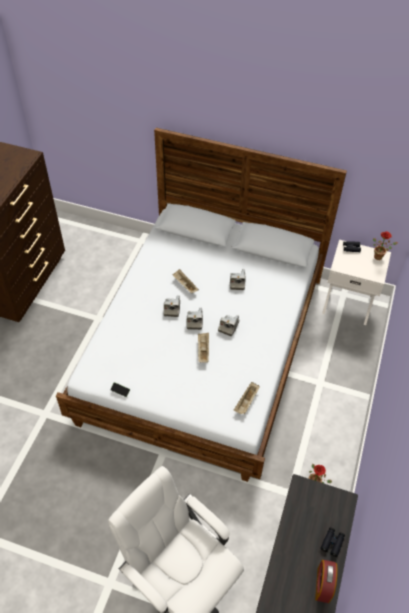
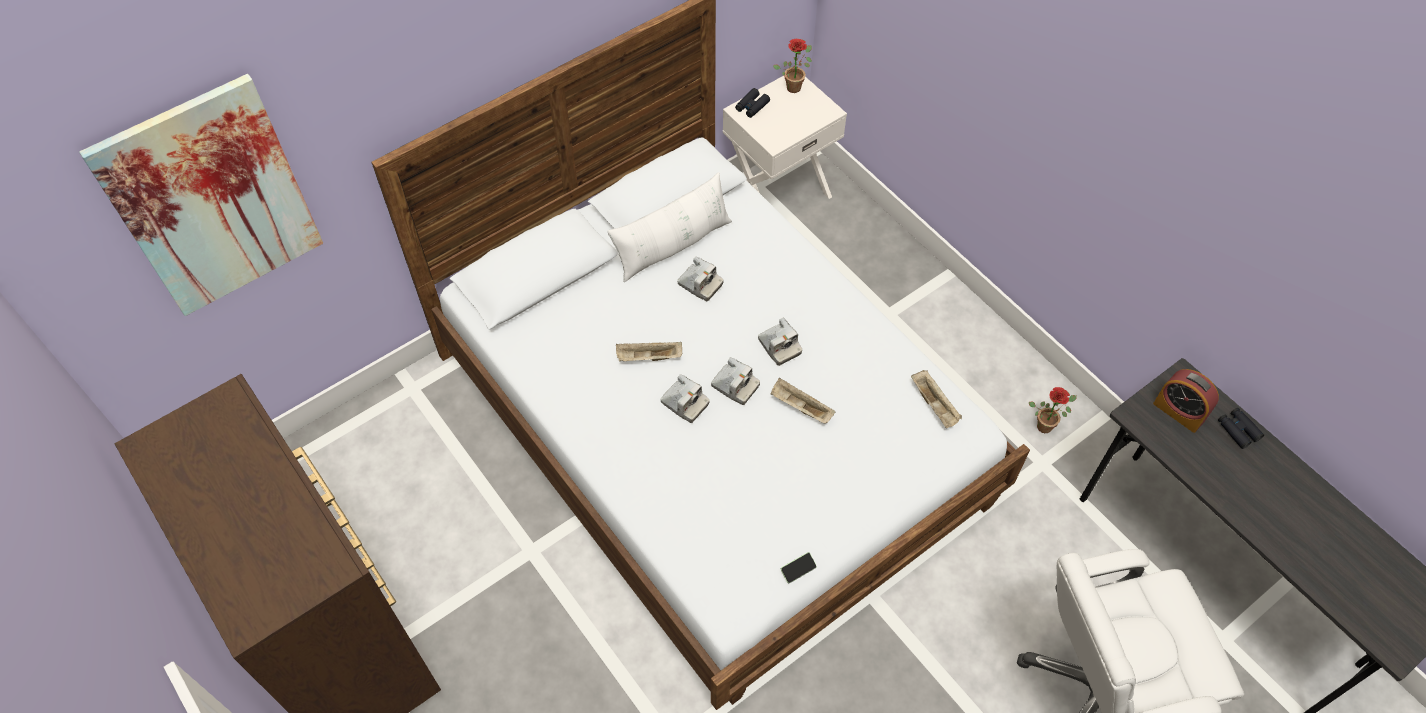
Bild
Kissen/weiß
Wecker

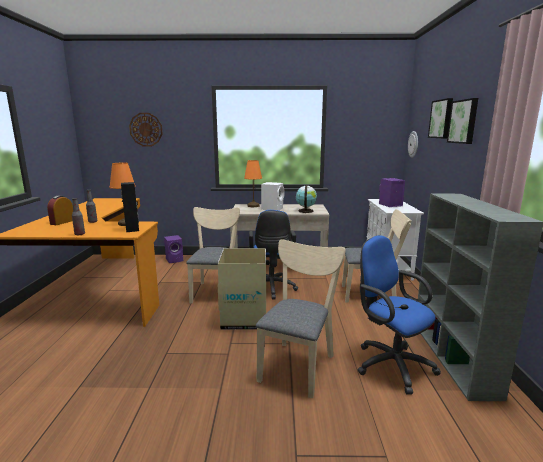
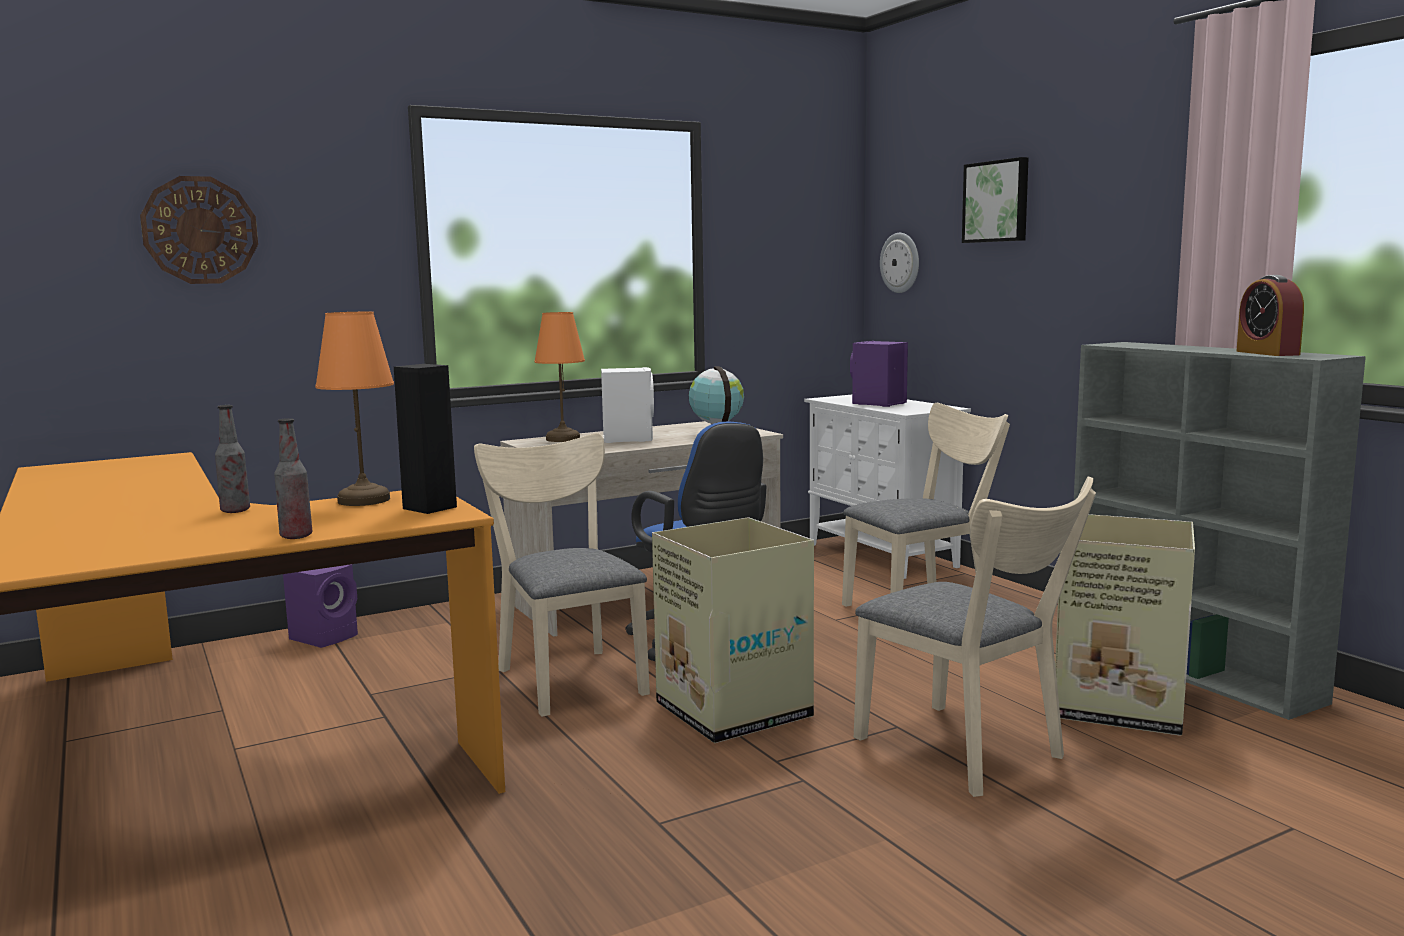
Stuhl/beige (no. 3 from left)
Karton (no. 2 from left)
Wecker
Bild (no. 2 from left in the first image)

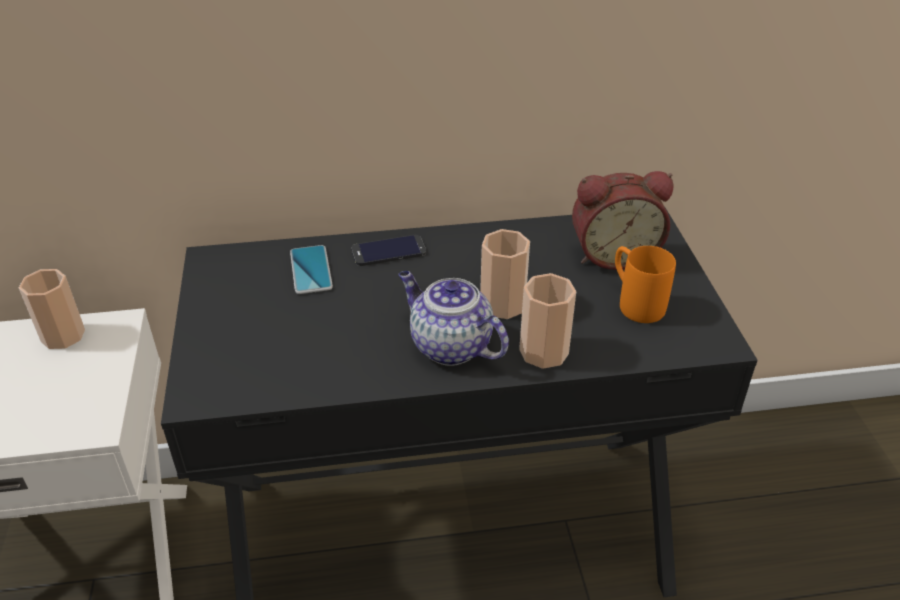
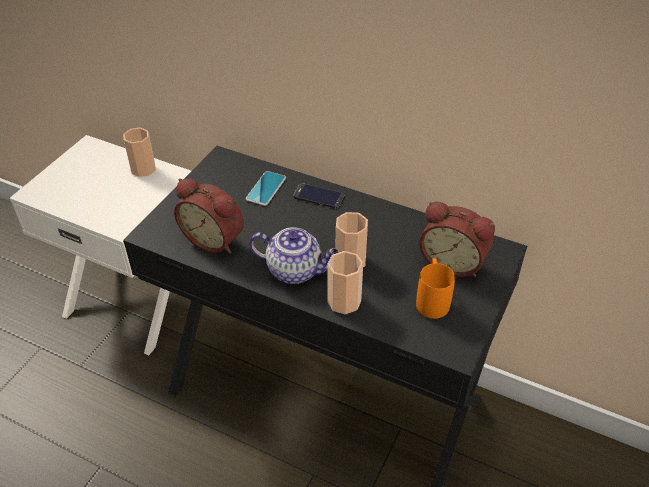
Wecker (no. 1 from left)
Teekanne

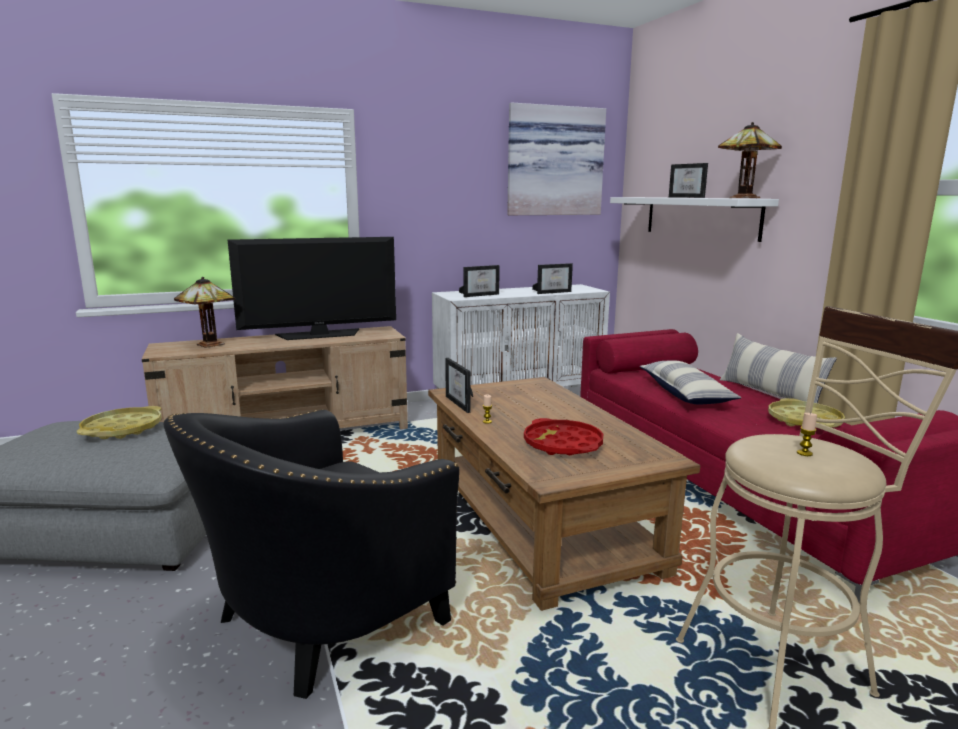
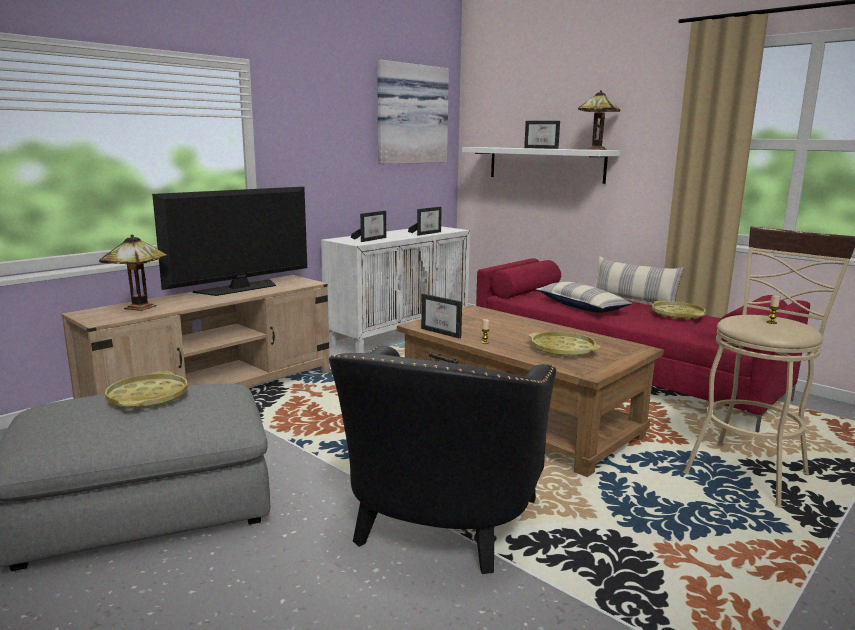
Tablett/gelb (no. 2 from left)

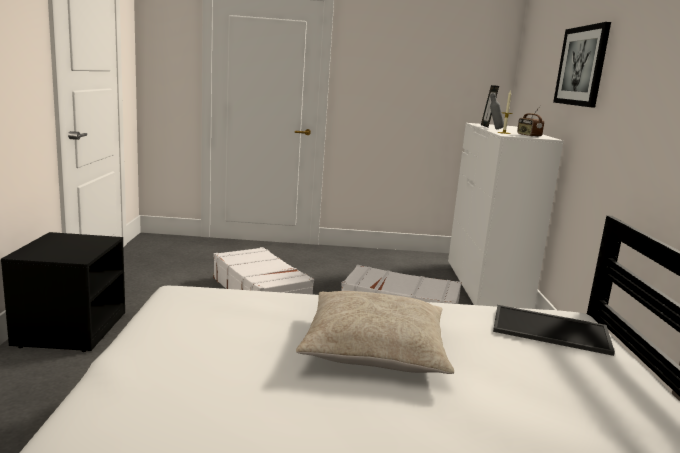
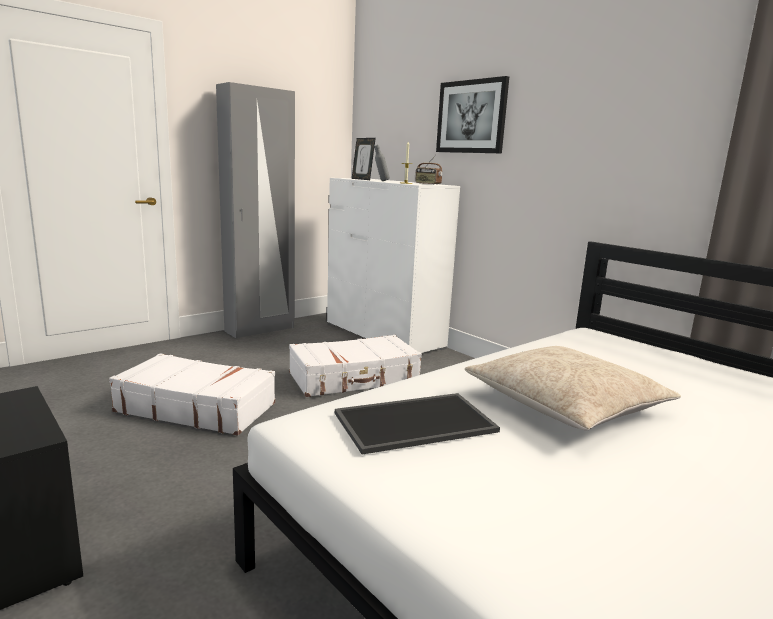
Kleiderschrank/grau
Tablett

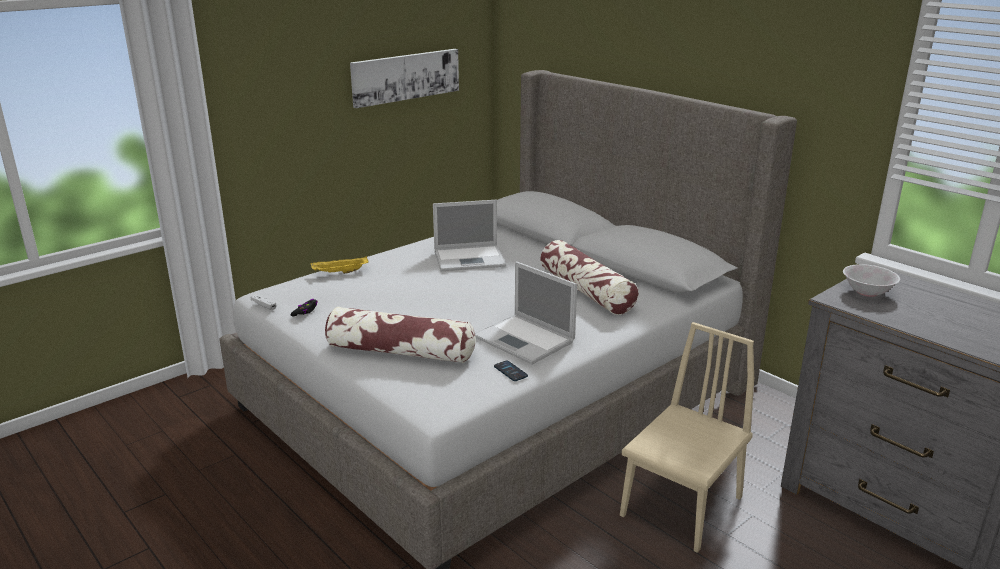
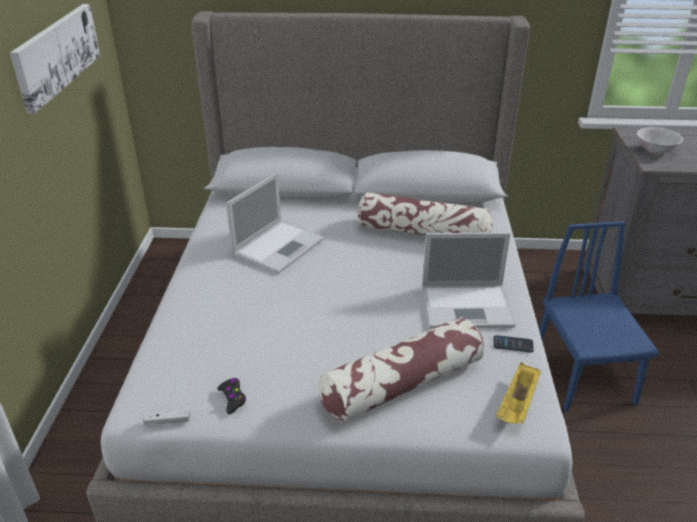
Tablett/gelb
Stuhl/blau

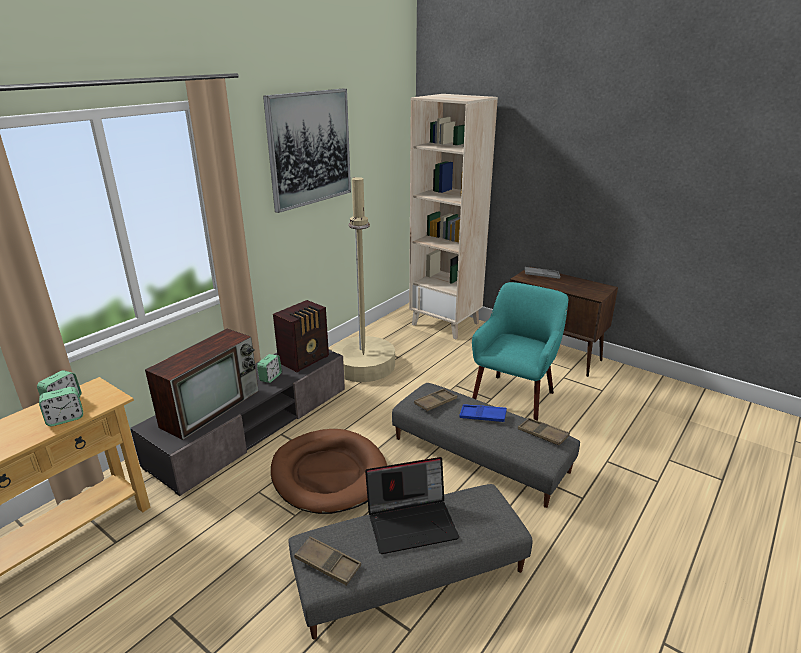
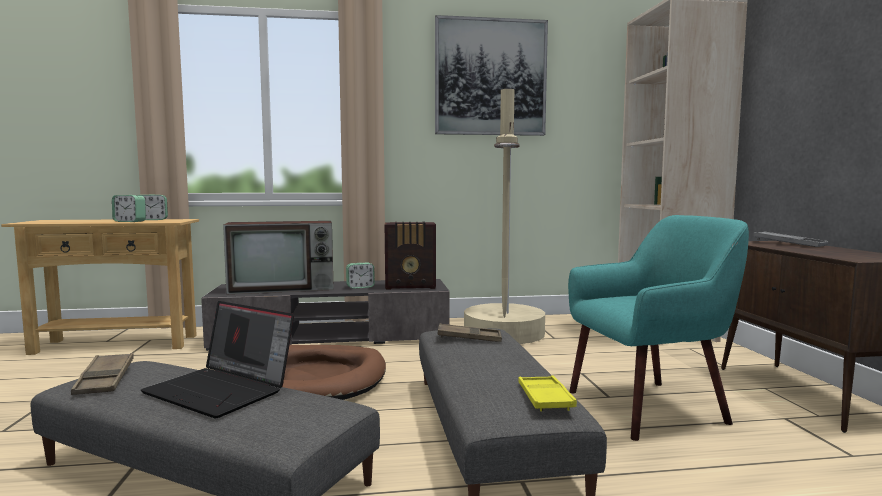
Tablett/gelb
Tablett/blau

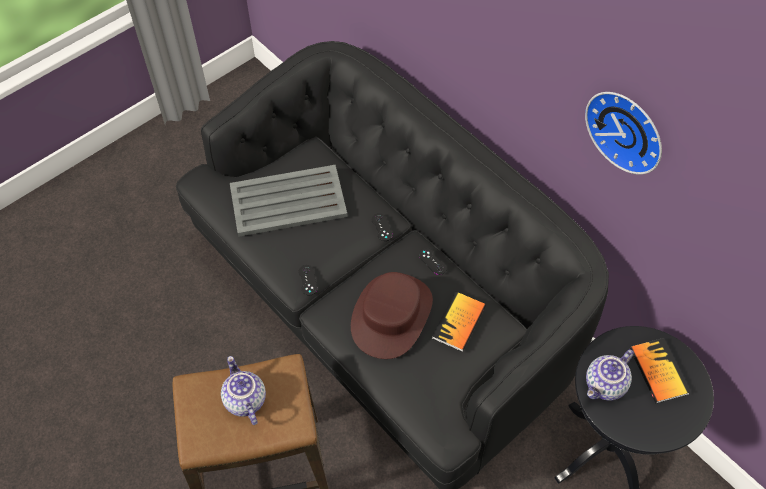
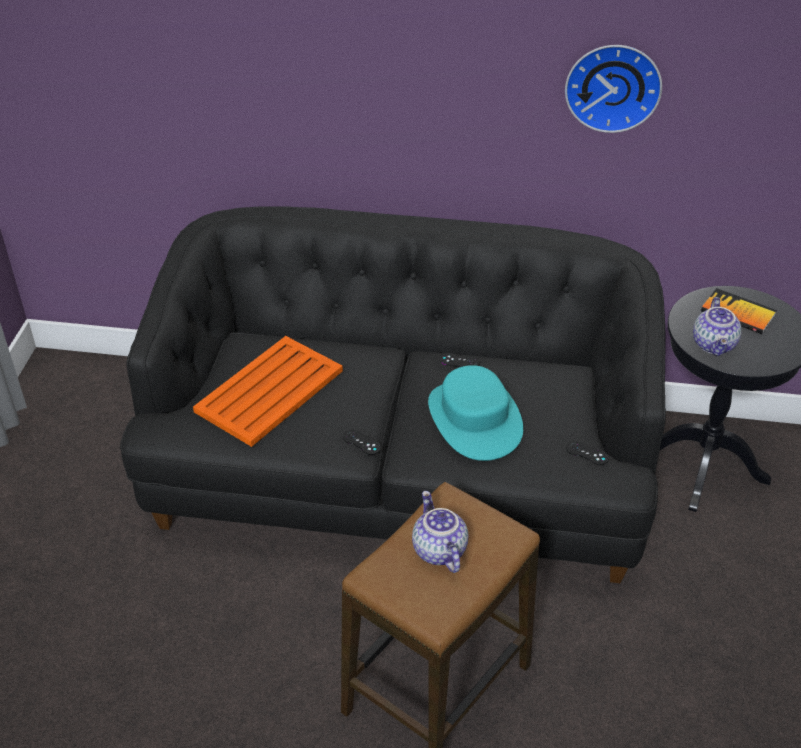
Tablett/orange
Teekanne (no. 1 from left)
Hut/türkis
Gamepad/schwarz (no. 3 from left)
Buch (no. 1 from left in the first image)

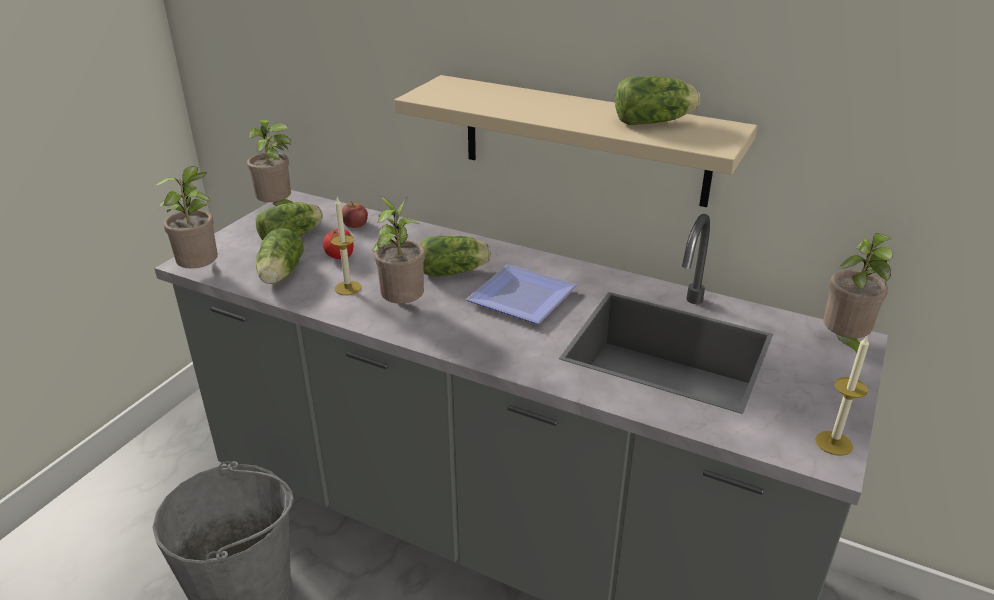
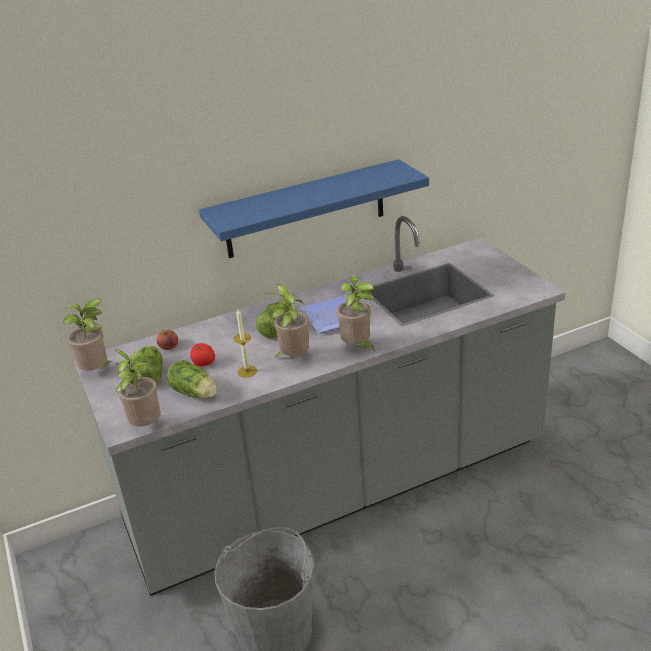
Wandregal/blau
Topfpflanze (no. 4 from left)
Salatkopf (no. 4 from left in the first image)
Kerze (no. 2 from left in the first image)

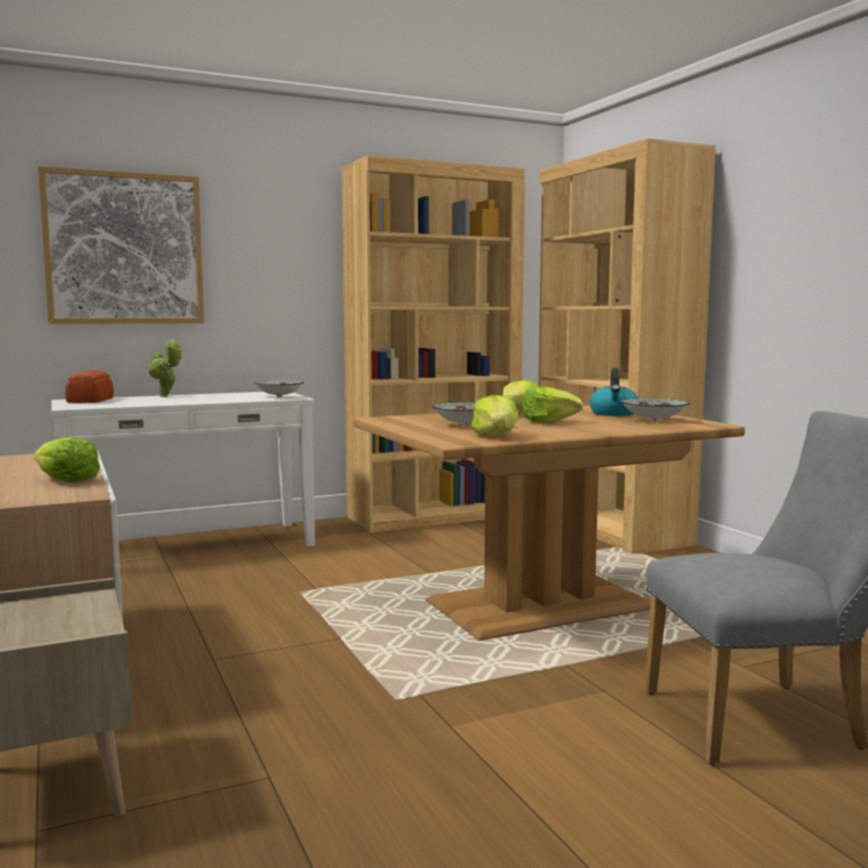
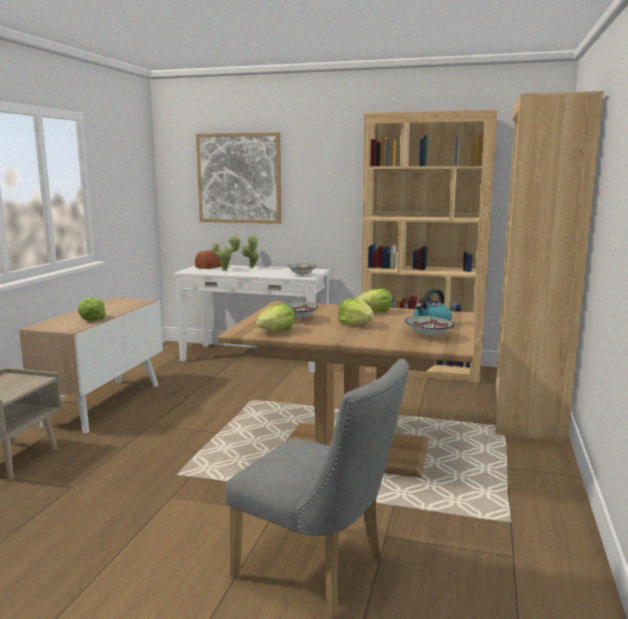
Topfpflanze (no. 1 from left)

